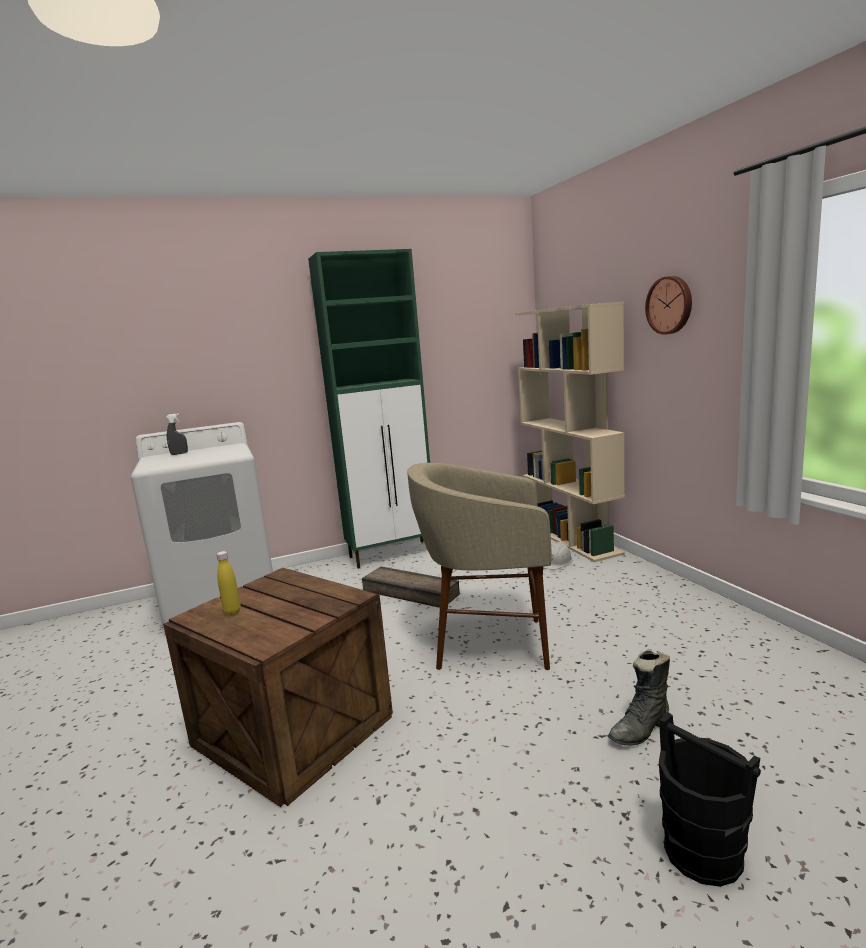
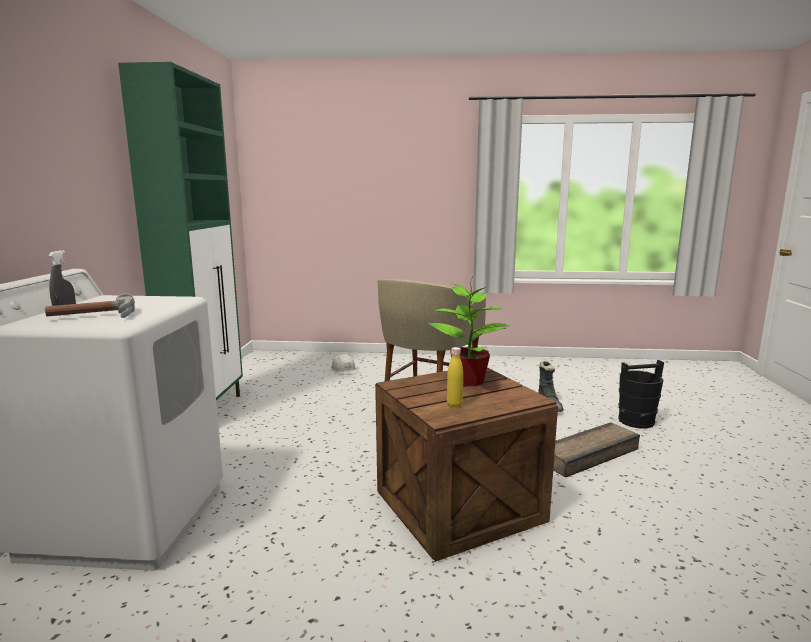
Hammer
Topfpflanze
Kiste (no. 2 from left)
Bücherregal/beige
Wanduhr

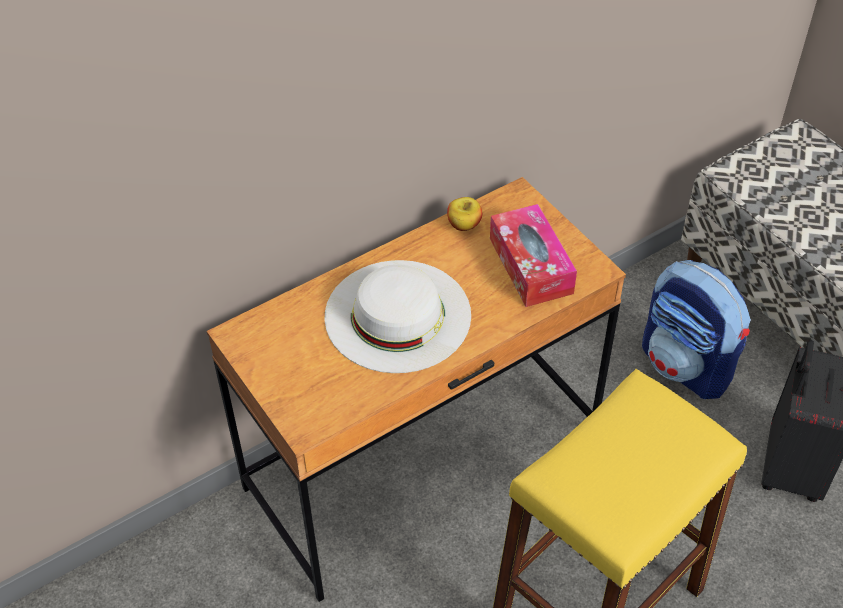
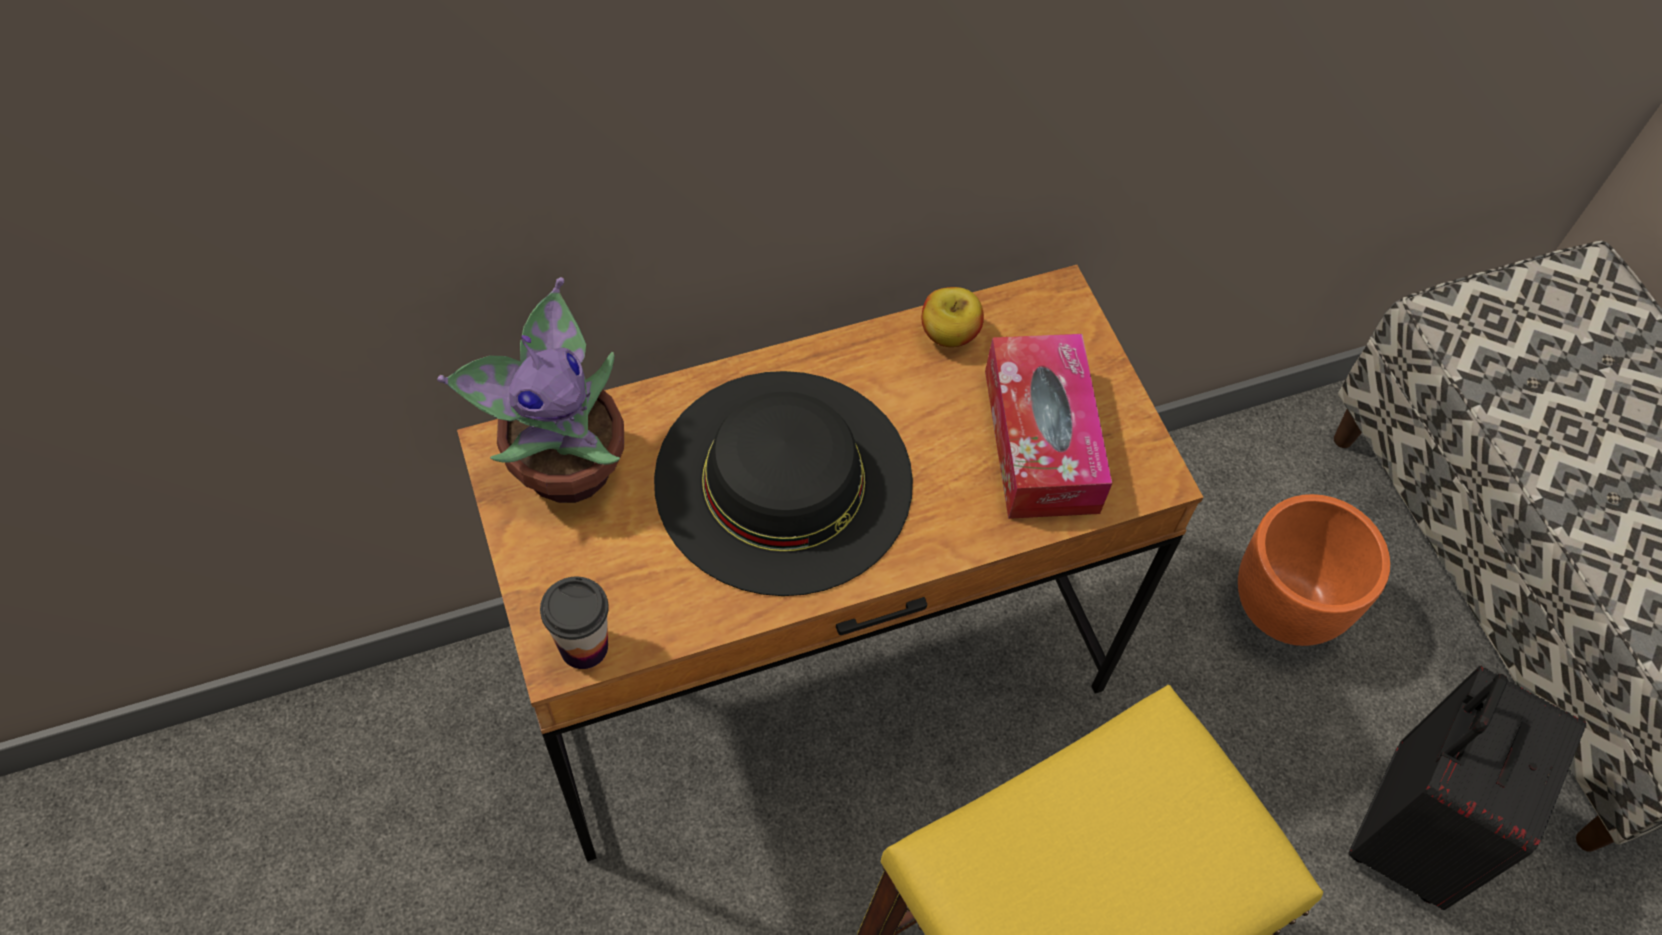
Topfpflanze
Tasse
Hut/schwarz
Pflanzkübel/orange

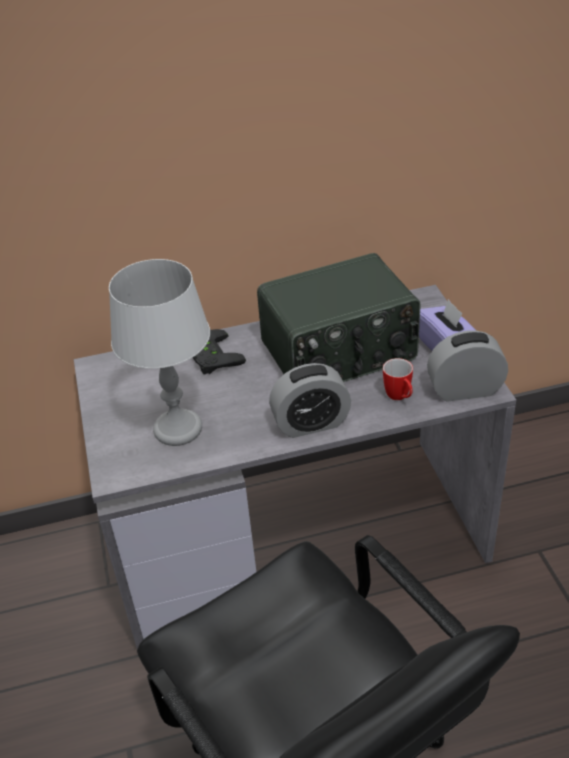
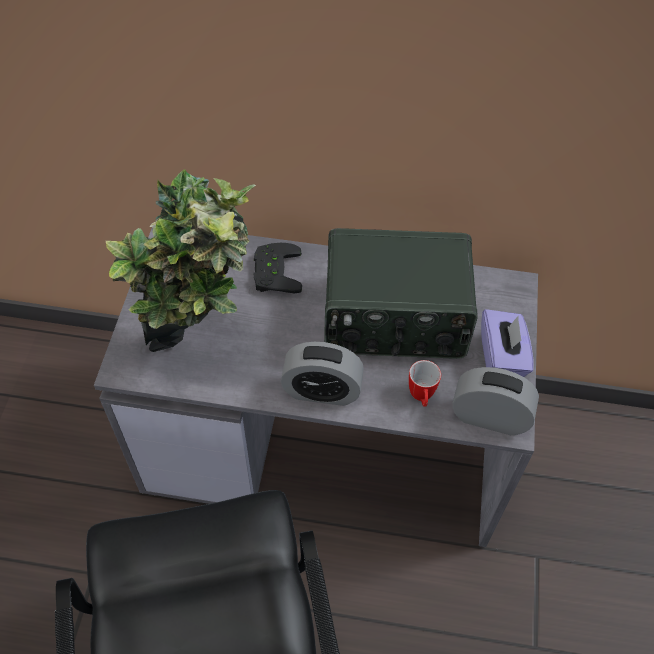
Topfpflanze

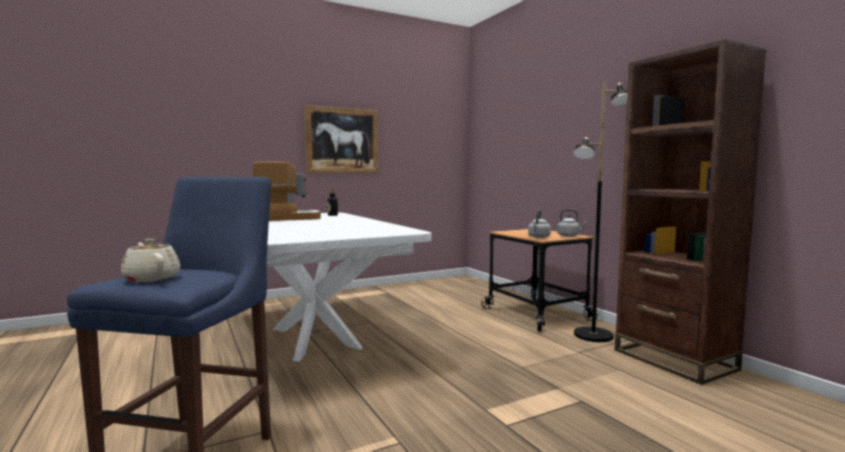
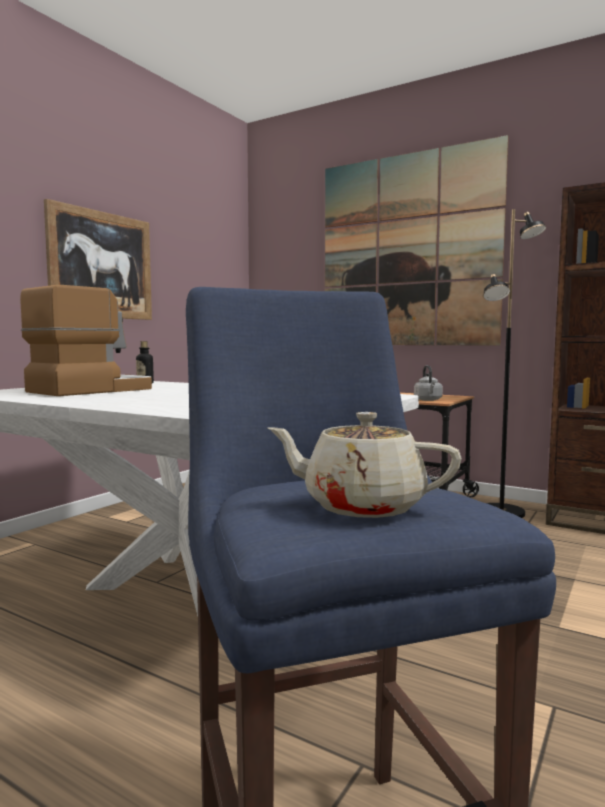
Bild (no. 2 from left)
Wasserkessel/grau (no. 2 from left in the first image)

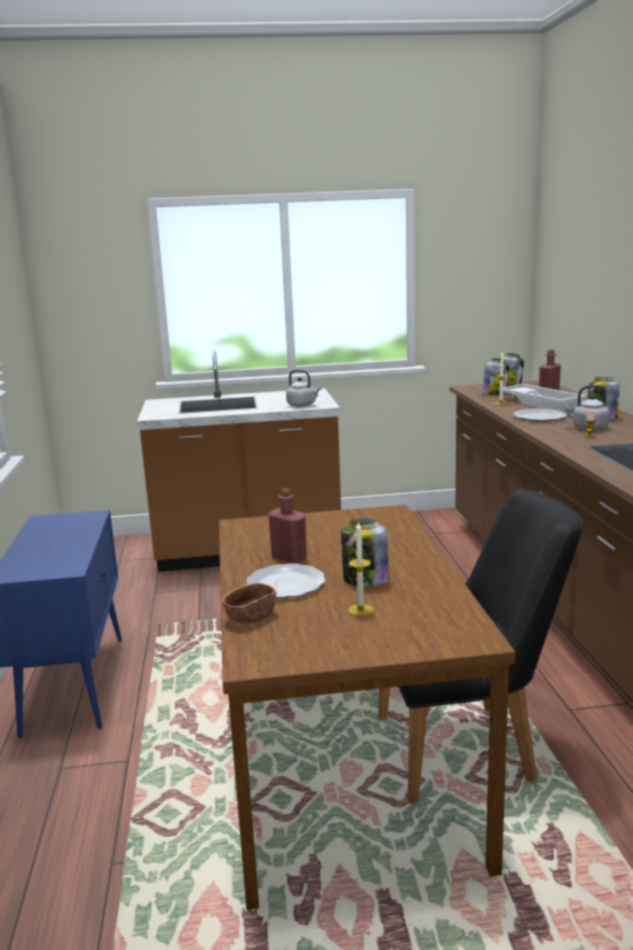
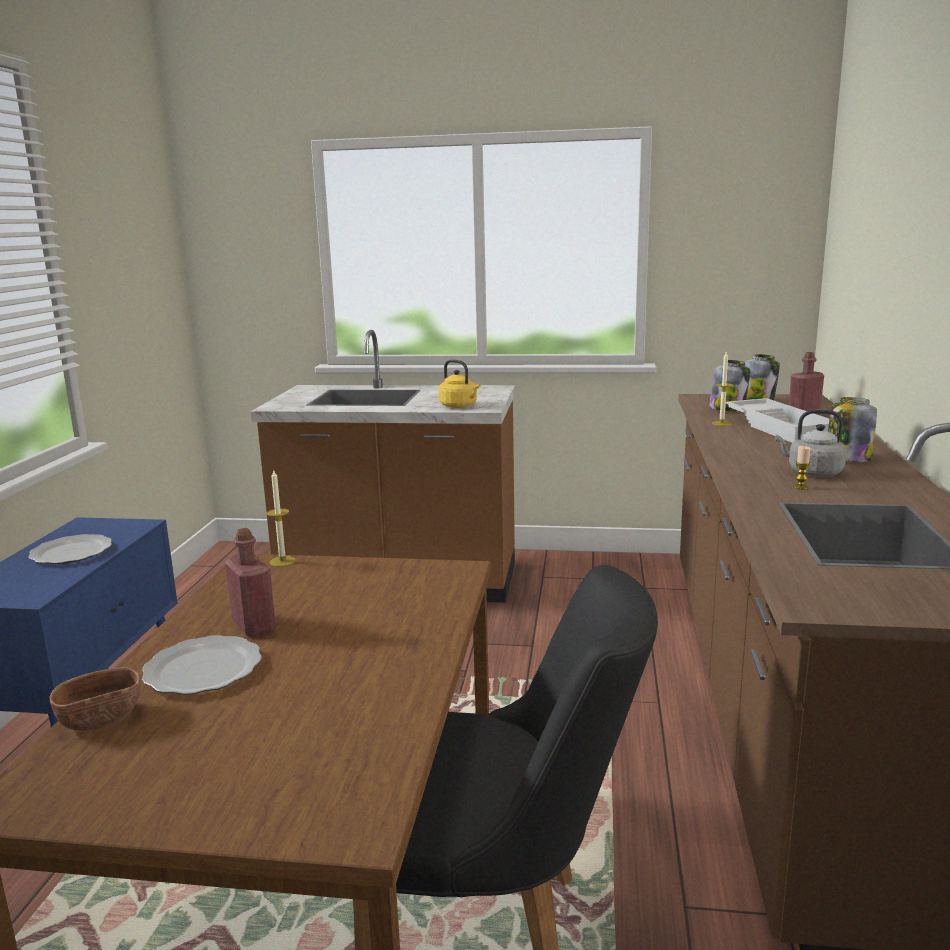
Teller (no. 1 from left)
Kerze (no. 1 from left)
Wasserkessel/gelb
Vorratsglas (no. 1 from left in the first image)

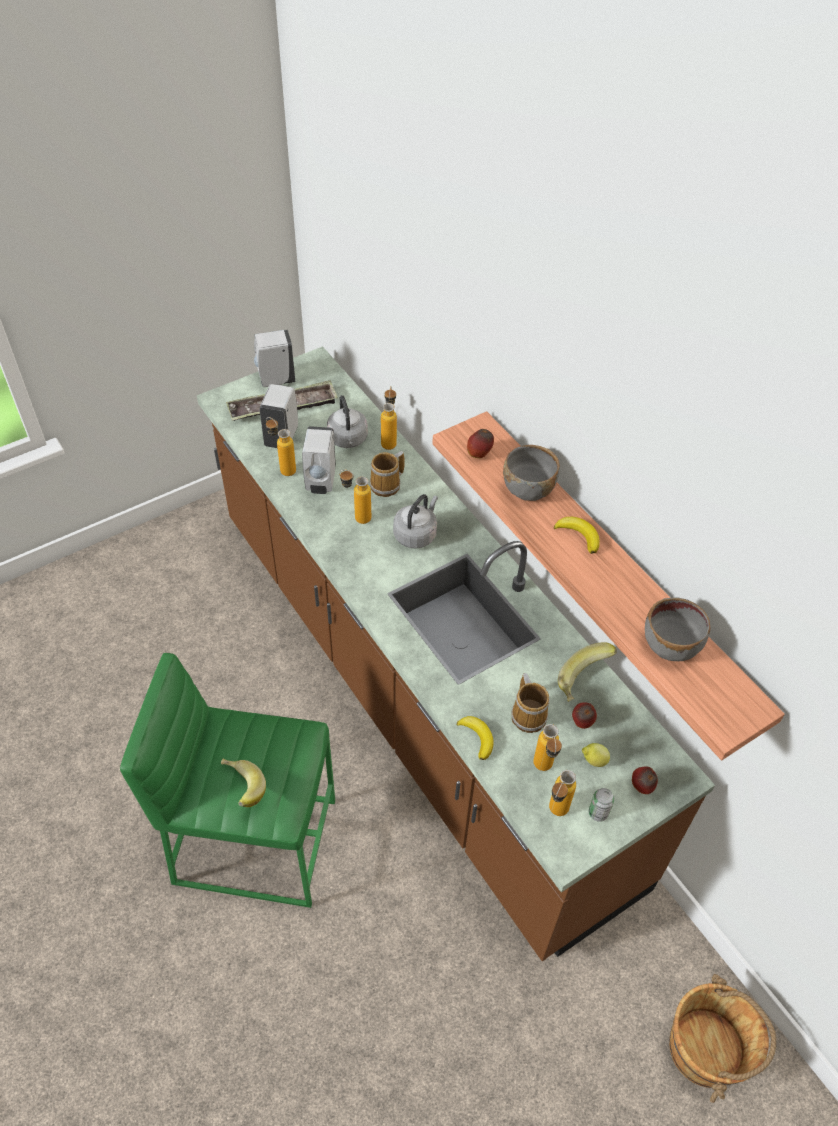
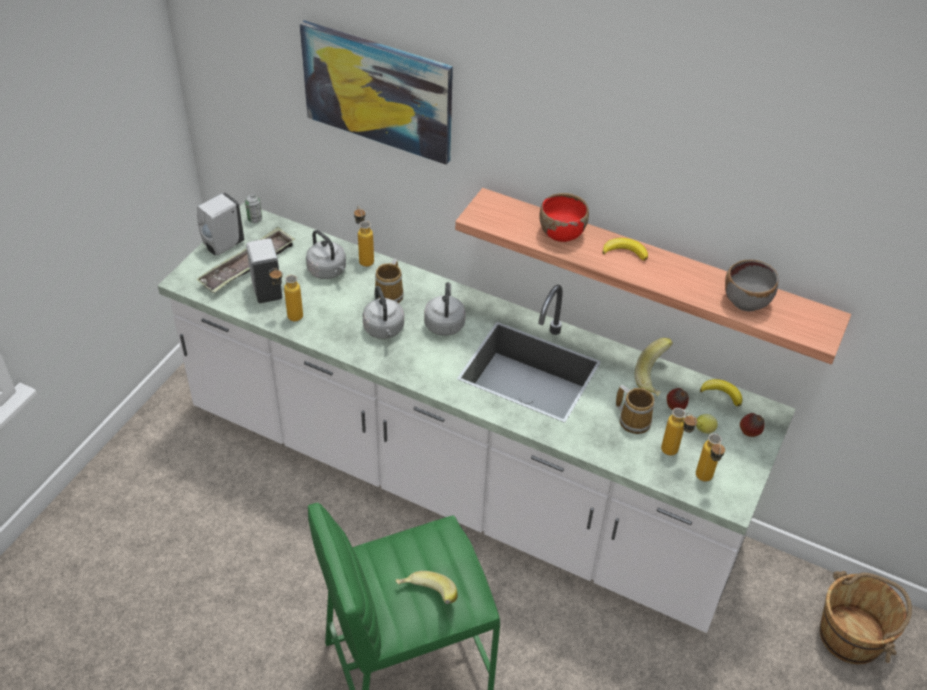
Küchenzeile/weiß
Dose
Bild
Wasserkessel/grau (no. 2 from left)
Schüssel/rot
Banane (no. 4 from left)
Seifenspender/weiß (no. 3 from left in the first image)
Apfel (no. 1 from left in the first image)

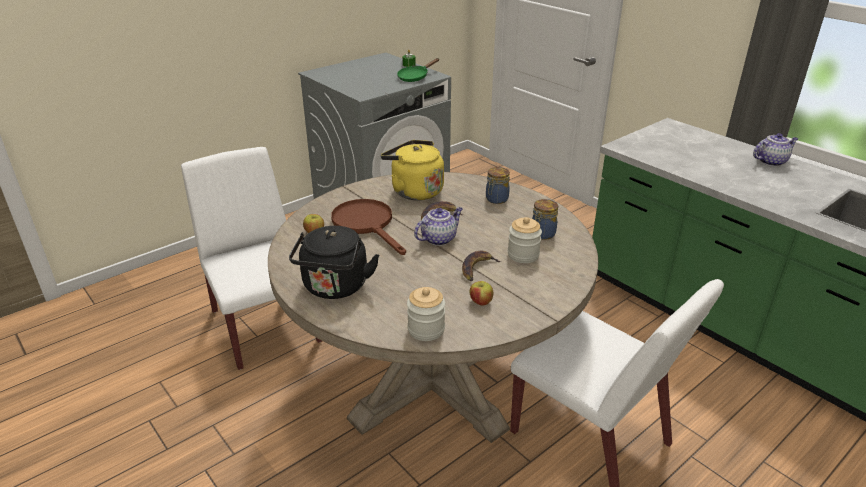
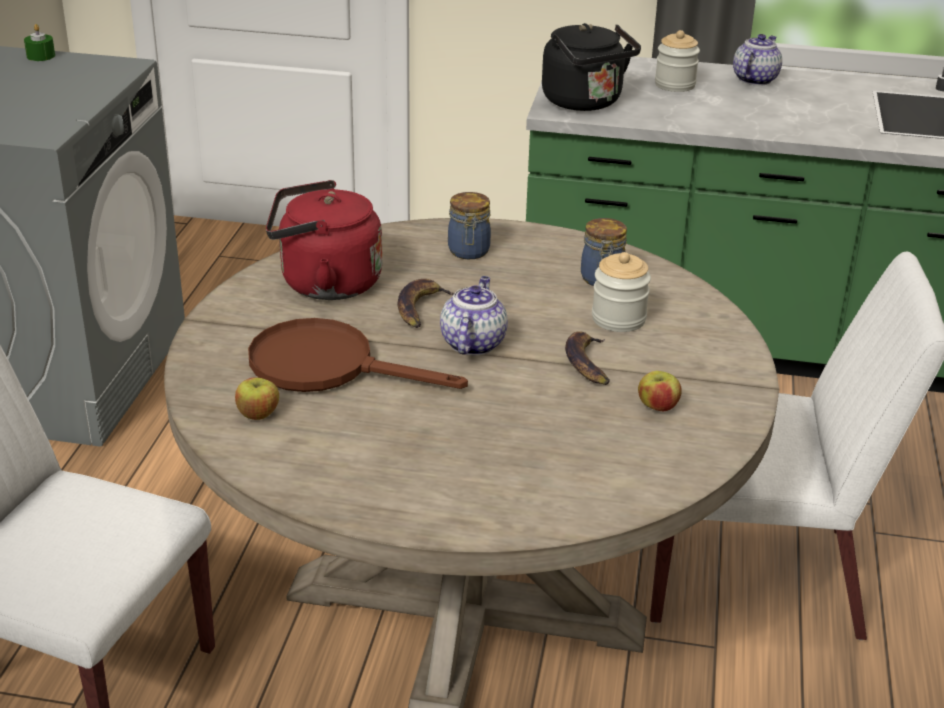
Wasserkessel/rot
Wasserkessel/schwarz
Vorratsglas (no. 4 from left)
Pfanne/grün

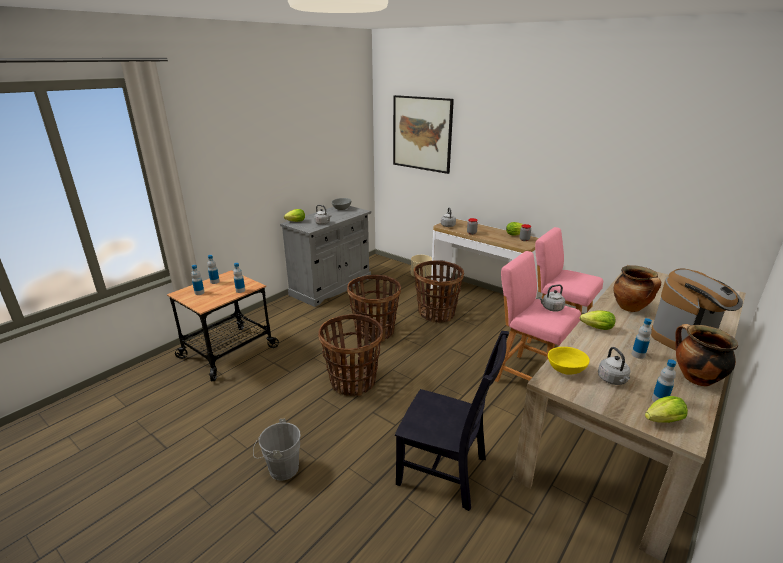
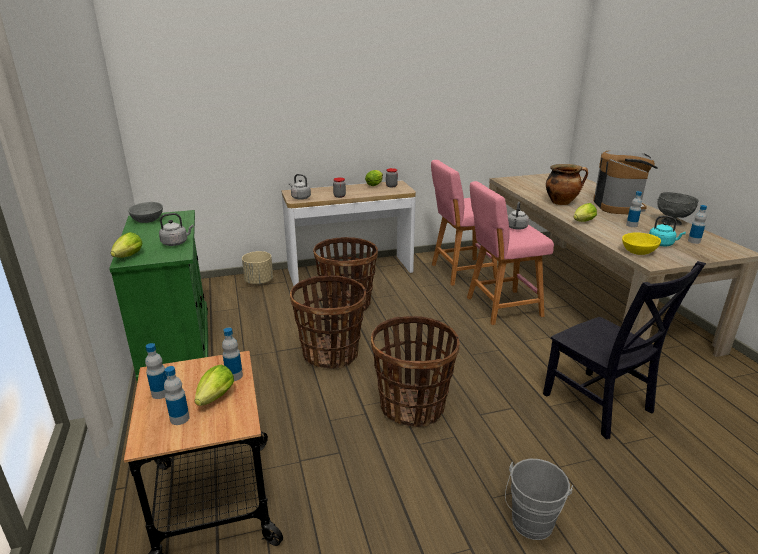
Schrank/grün
Salatkopf (no. 2 from left)
Stuhl/schwarz
Wasserkessel/türkis
Schüssel/grau (no. 2 from left)
Bild

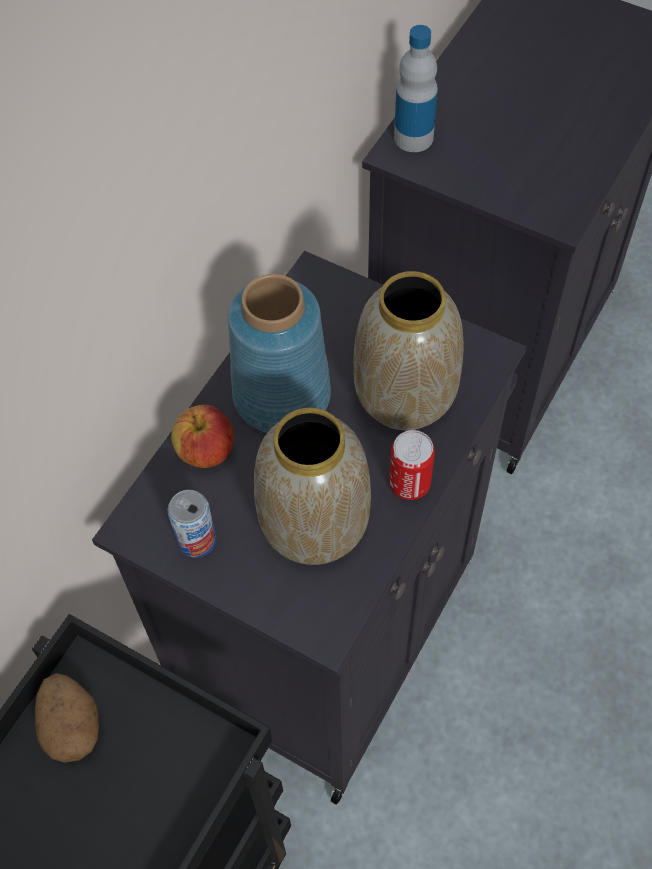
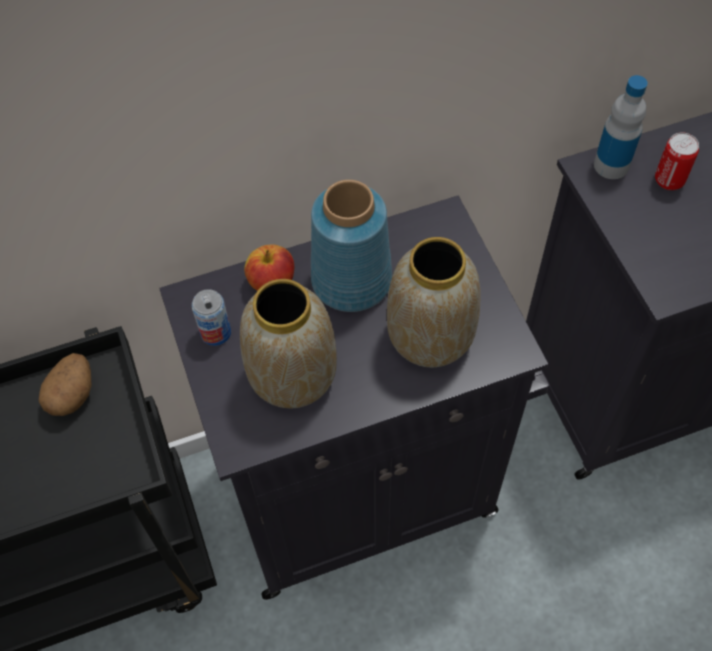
Dose (no. 2 from left)

